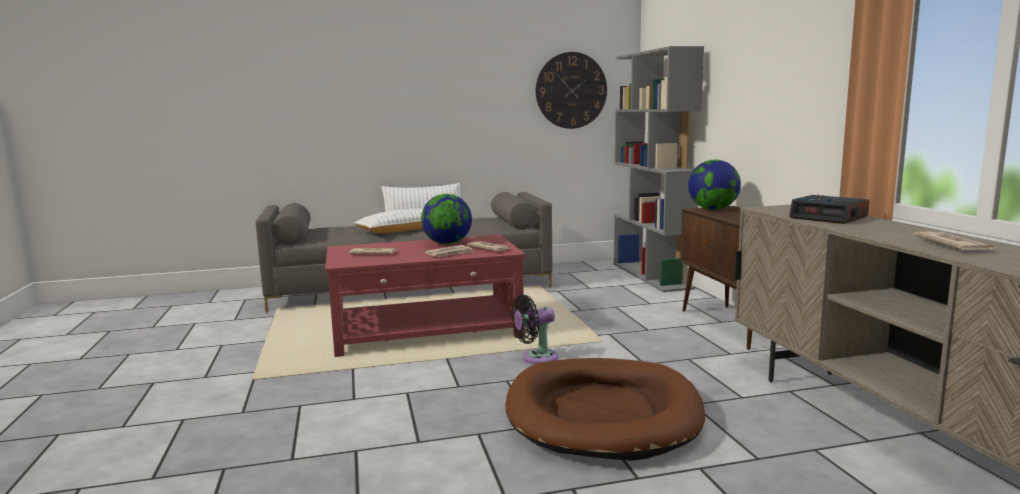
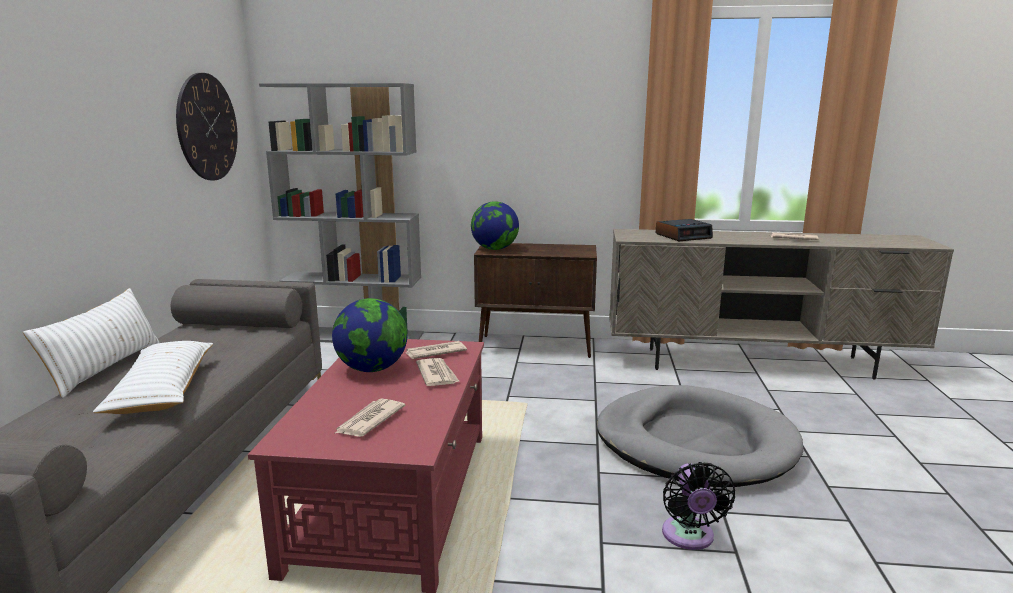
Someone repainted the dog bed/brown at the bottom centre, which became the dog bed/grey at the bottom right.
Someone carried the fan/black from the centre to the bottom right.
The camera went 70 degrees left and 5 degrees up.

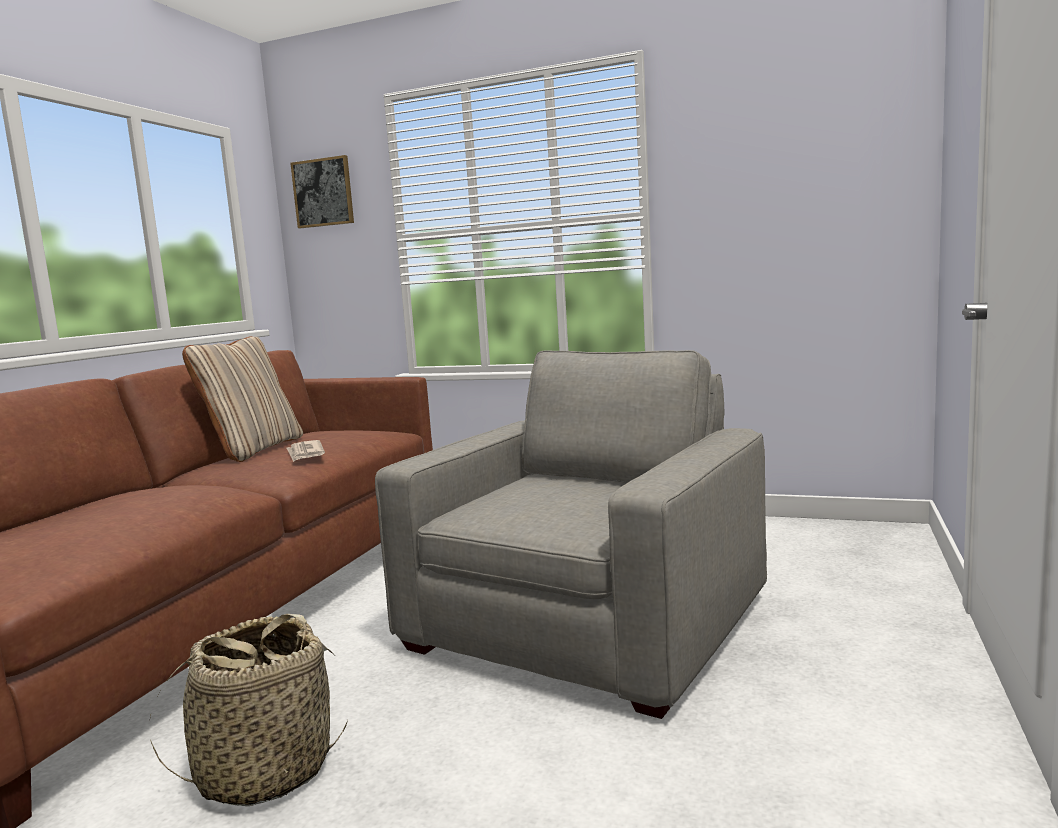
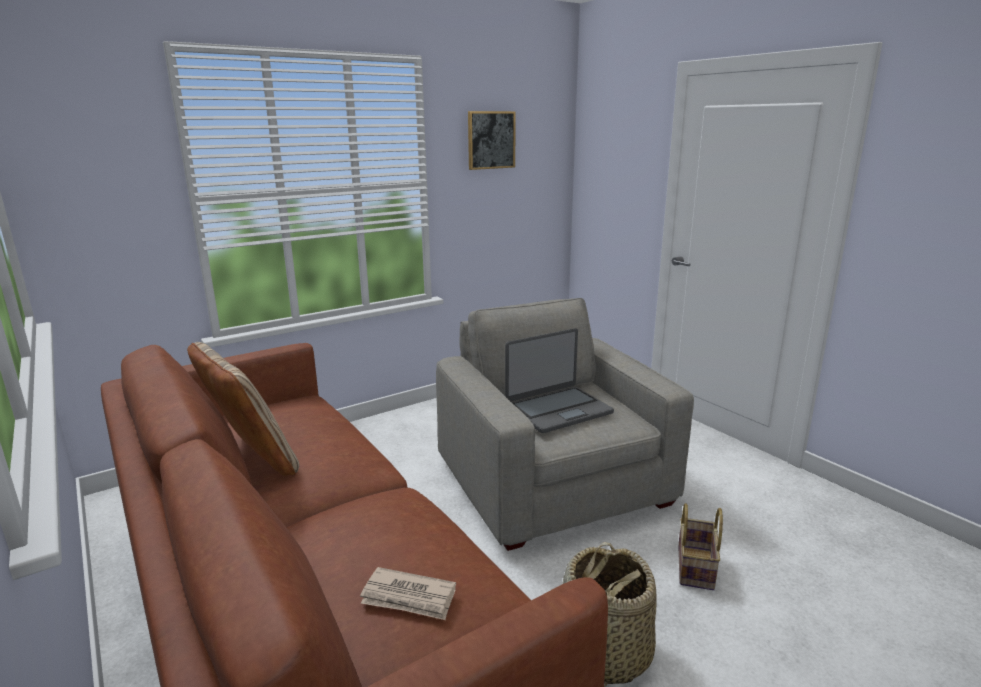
Someone carried the newspaper from the middle left to the bottom centre.
Someone carried the picture from the top left to the top centre.
Someone put down the laptop at the centre.
Someone put down the basket (no. 2 from left) at the bottom right.
The camera went 55 degrees left and 10 degrees up.

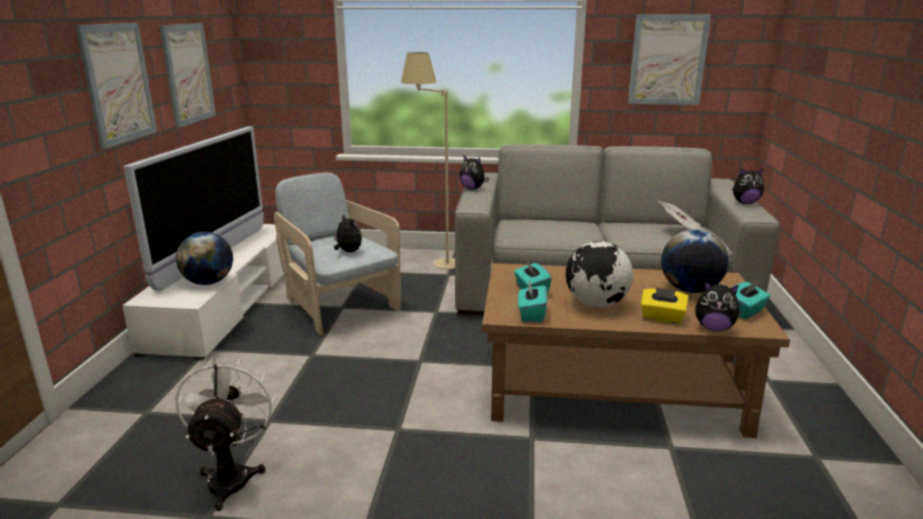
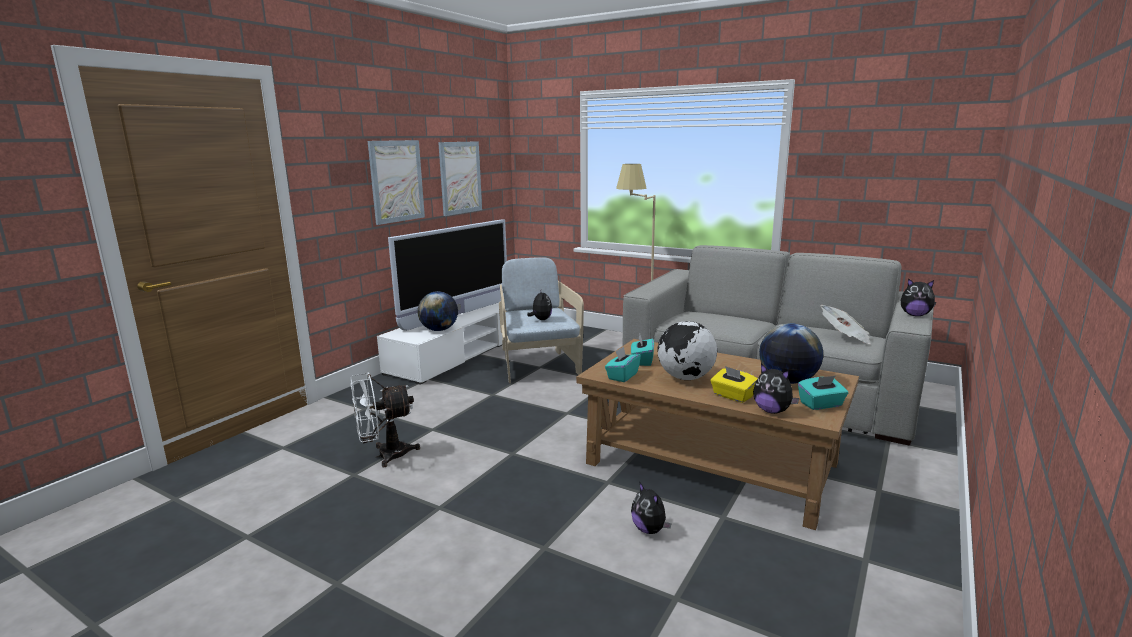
Someone rotated the fan/white at the bottom left by 135 degrees counterclockwise.
Someone carried the plush toy (no. 2 from left) from the top centre to the bottom centre.
Someone took away the picture (no. 3 from left) at the top right.
The camera went 25 degrees right and 5 degrees down.

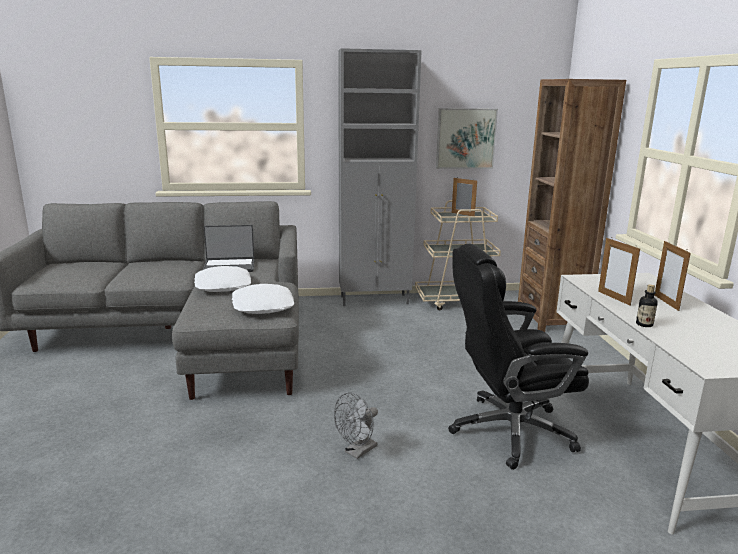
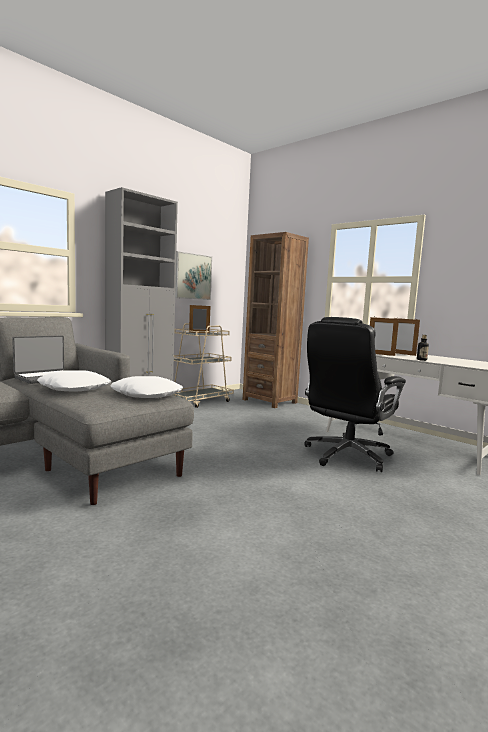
Someone took away the fan/grey at the bottom centre.
The camera went 40 degrees left and 10 degrees down.

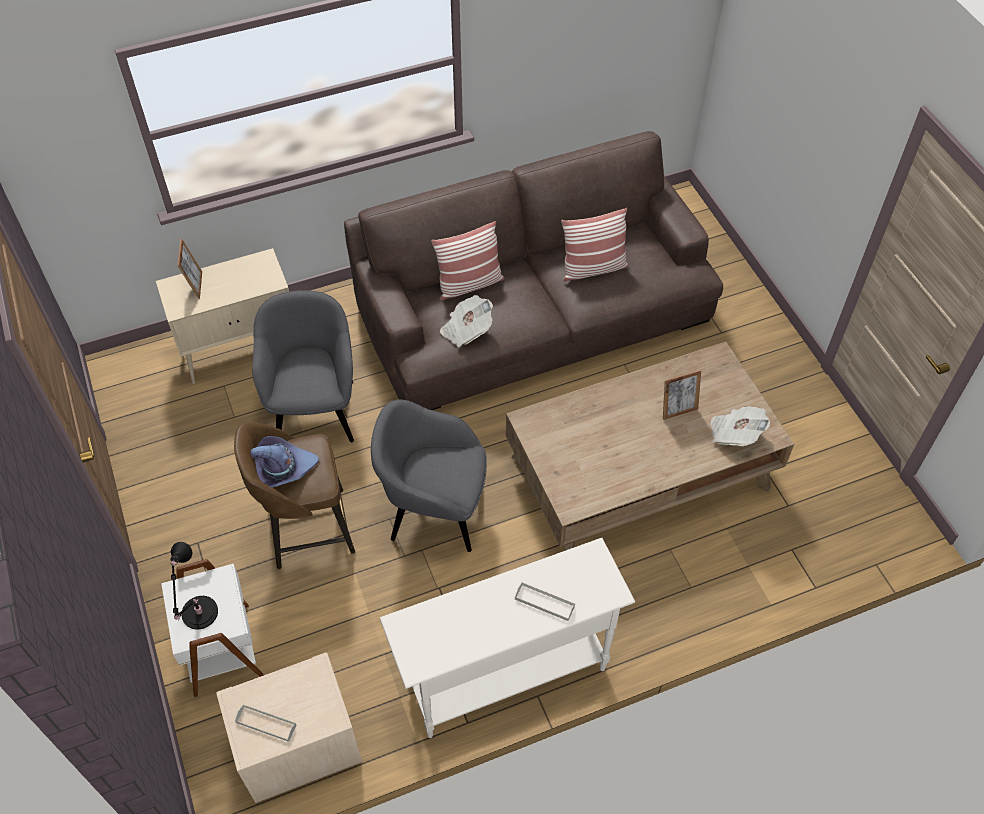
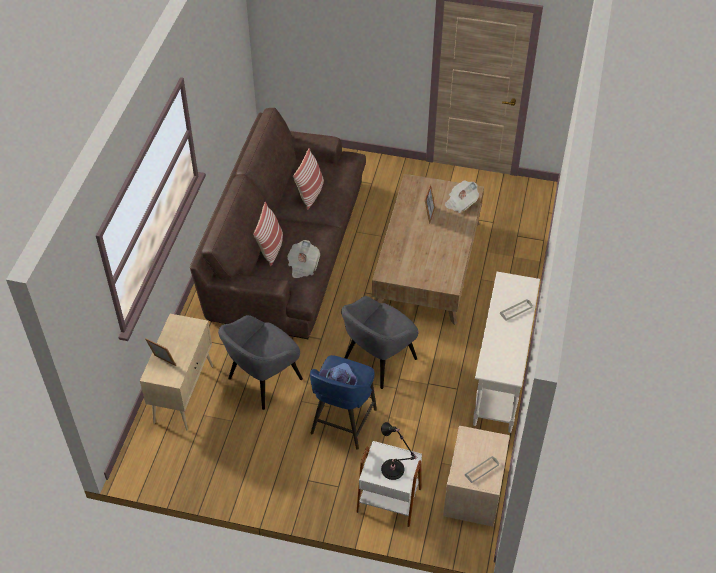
Someone repainted the stool/brown at the middle left, which became the stool/blue at the bottom centre.
Someone rotated the armchair/grey (no. 1 from left) at the middle left by 75 degrees counterclockwise.
The camera went 55 degrees left and 5 degrees down.

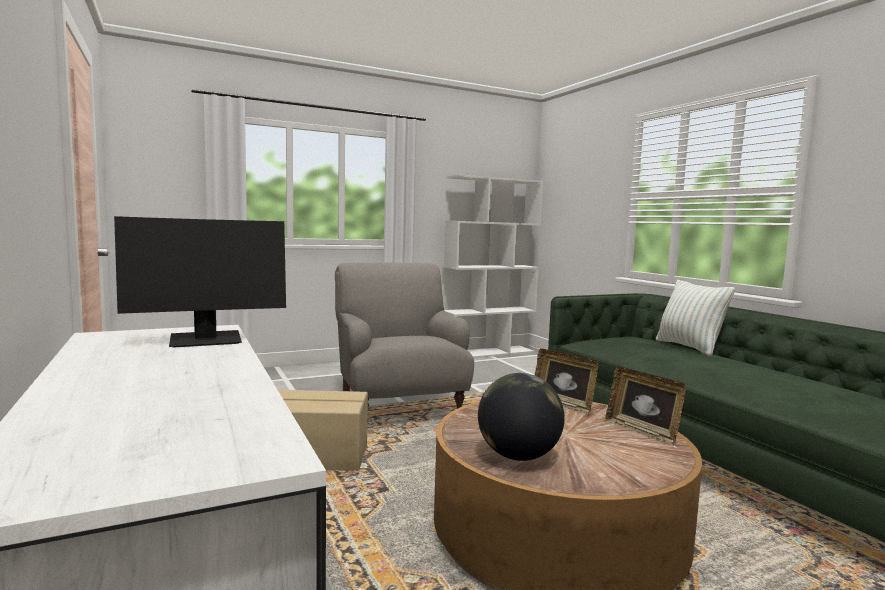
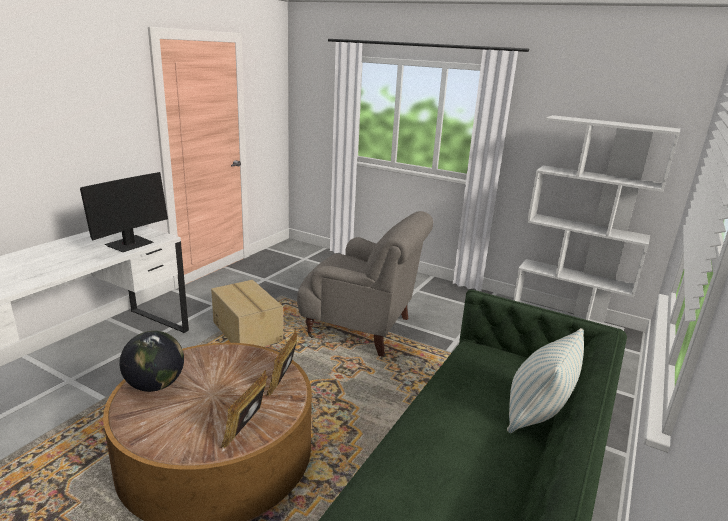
Someone rotated the monitor at the middle left by 90 degrees counterclockwise.
Someone rotated the armchair/grey at the centre by 75 degrees clockwise.
The camera went 55 degrees right and 15 degrees up.

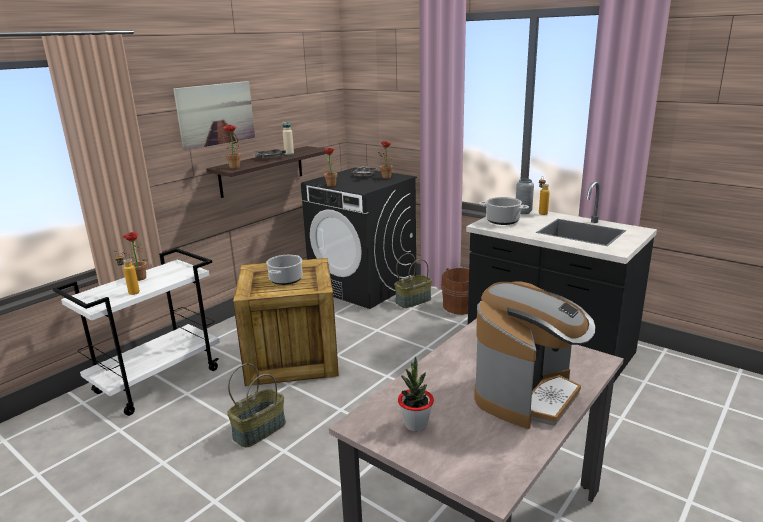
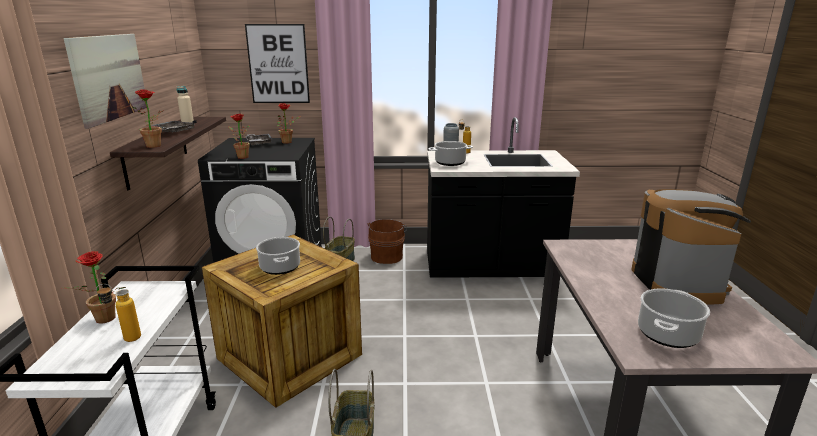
Someone swapped the potted plant (no. 5 from left) at the bottom centre for the cooking pot (no. 3 from left) at the bottom right.
Someone put up the picture (no. 2 from left) at the top centre.
The camera went 40 degrees left and 0 degrees up.

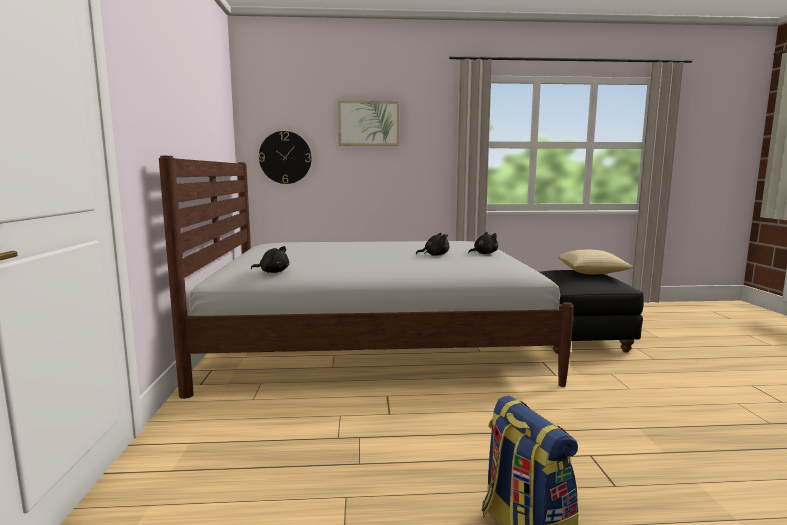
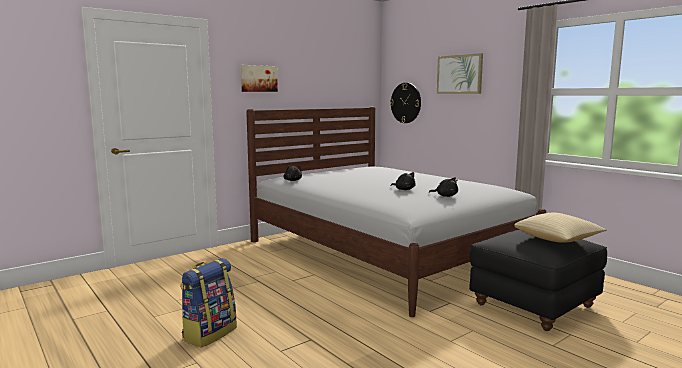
Someone put up the picture (no. 1 from left) at the top centre.
The camera went 55 degrees right and 0 degrees up.

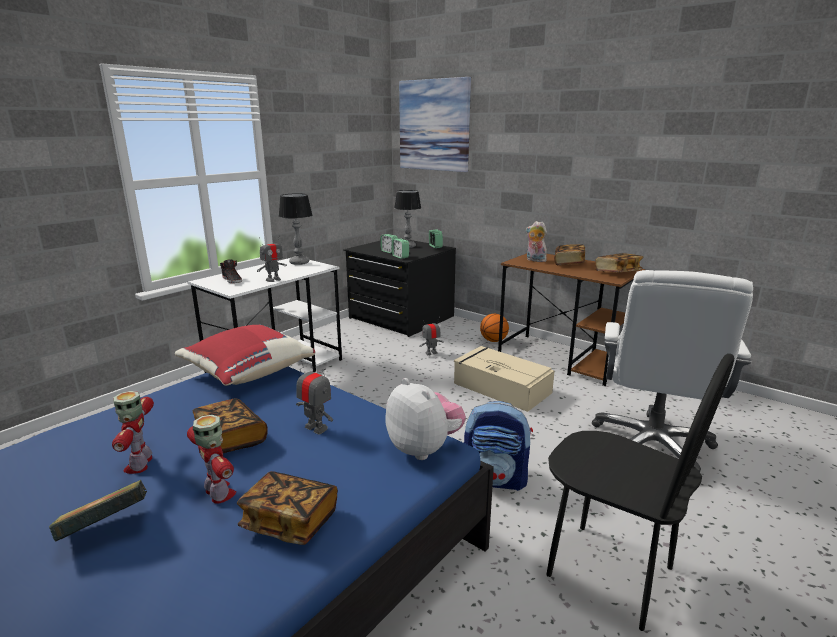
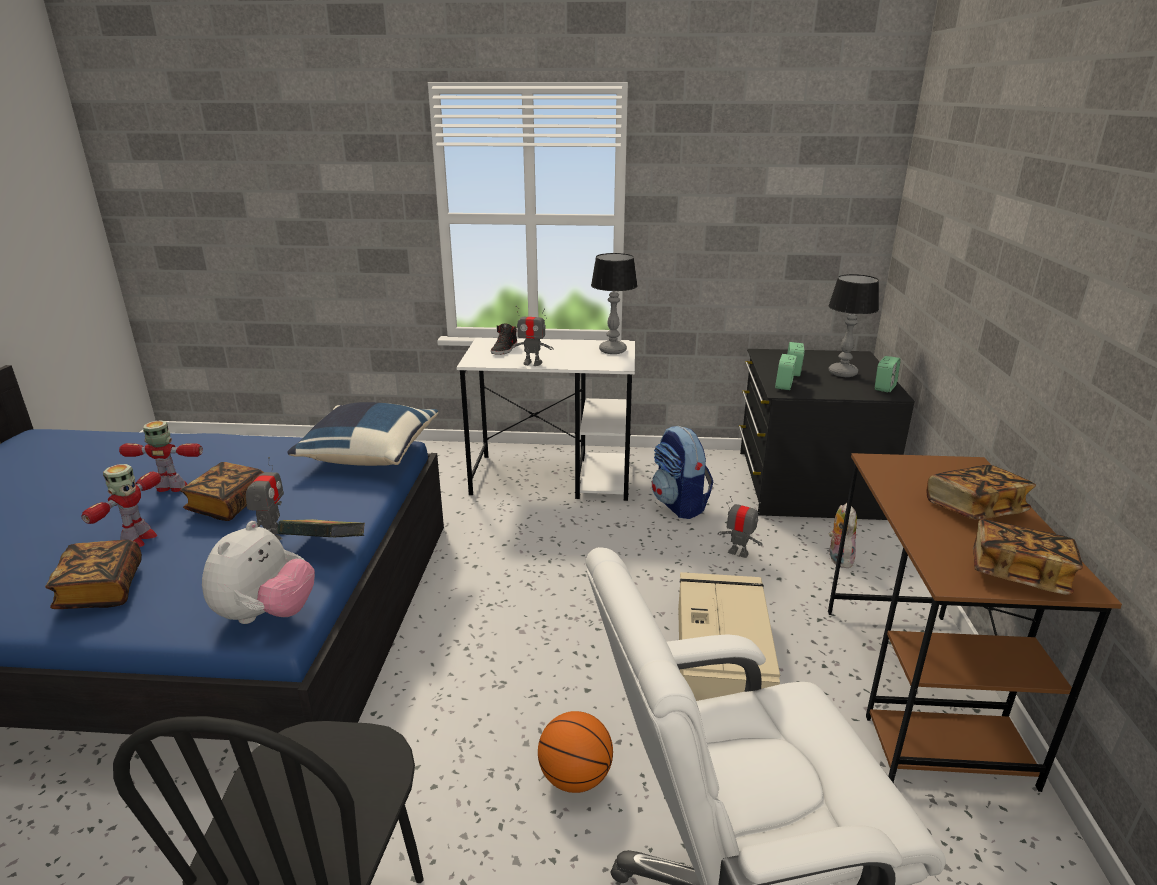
Someone carried the book (no. 1 from left in the first image) from the bottom left to the middle left.
Someone rotated the toy robot (no. 1 from left in the first image) at the bottom left by 45 degrees clockwise.
Someone repainted the pillow/red at the middle left, which became the pillow/blue at the middle left.
Someone took away the picture at the top centre.
Someone carried the backpack from the bottom centre to the centre.
Someone carried the basketball from the centre to the bottom centre.
Someone carried the plush toy (no. 2 from left) from the centre to the middle right.
The camera went 55 degrees right and 5 degrees up.

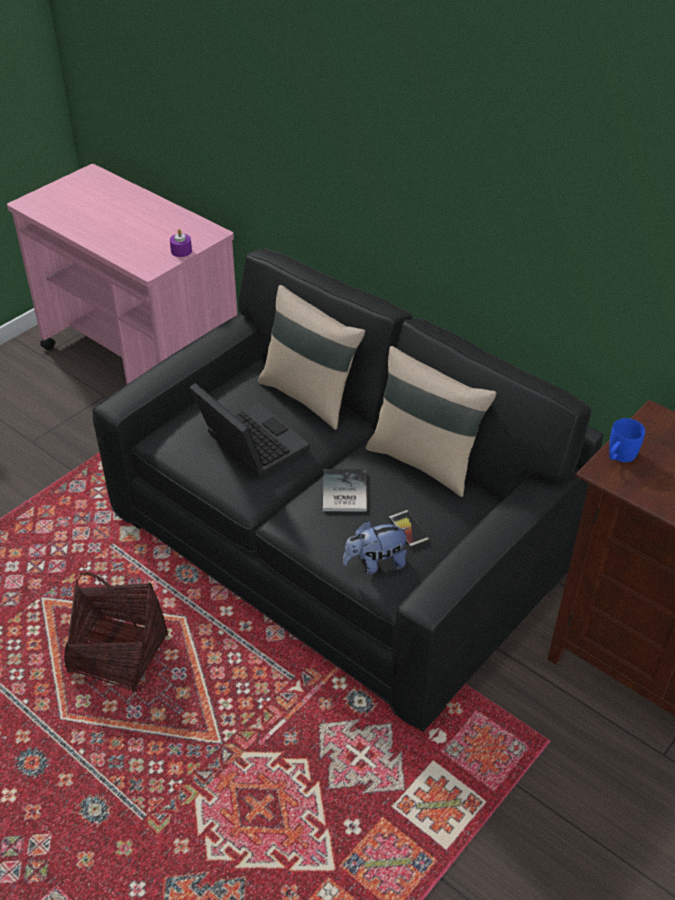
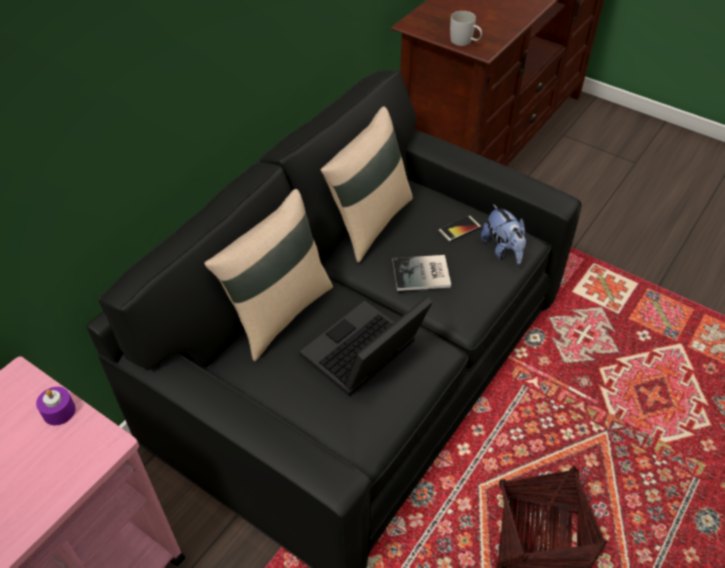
Someone repainted the mug/blue at the middle right, which became the mug/white at the top centre.
The camera went 95 degrees left and 5 degrees up.

